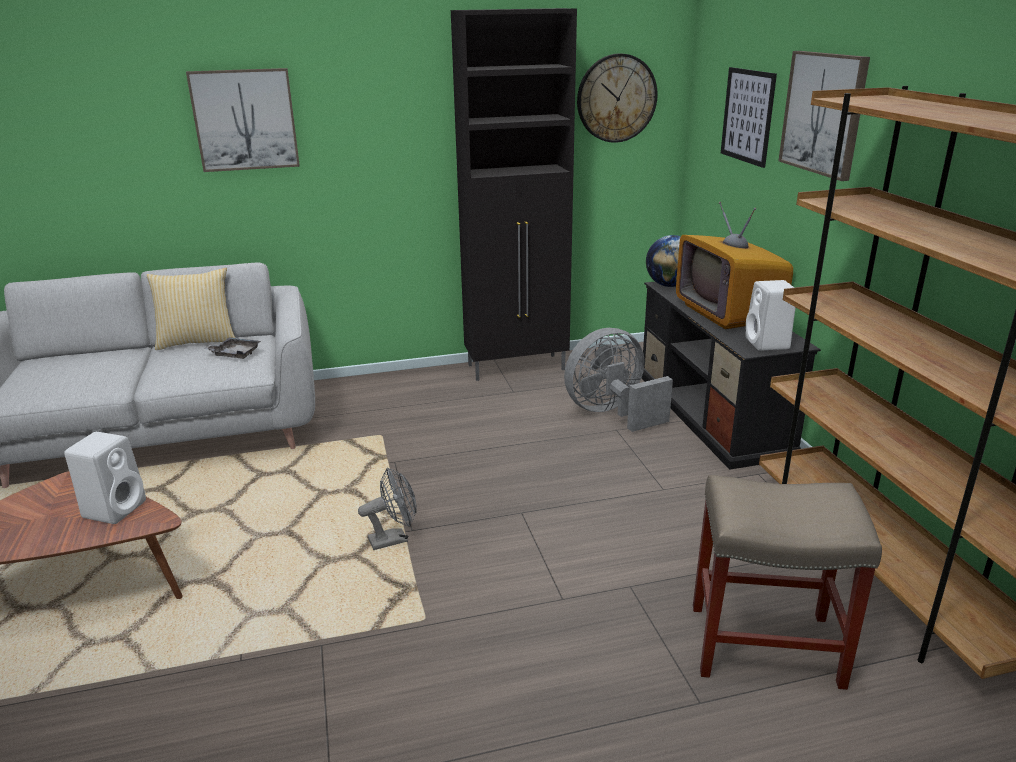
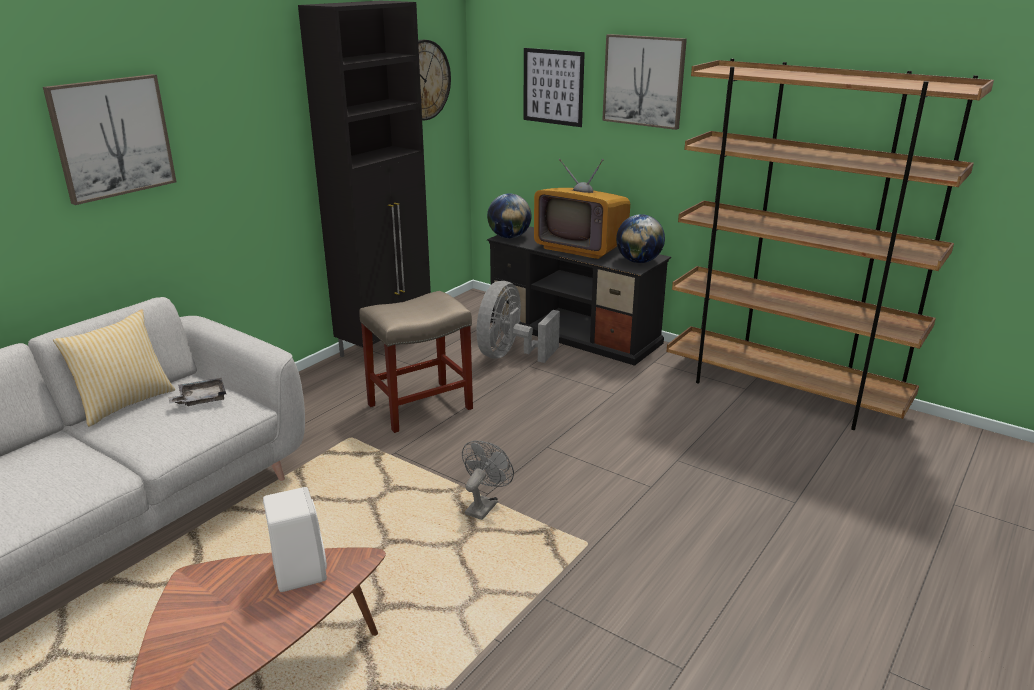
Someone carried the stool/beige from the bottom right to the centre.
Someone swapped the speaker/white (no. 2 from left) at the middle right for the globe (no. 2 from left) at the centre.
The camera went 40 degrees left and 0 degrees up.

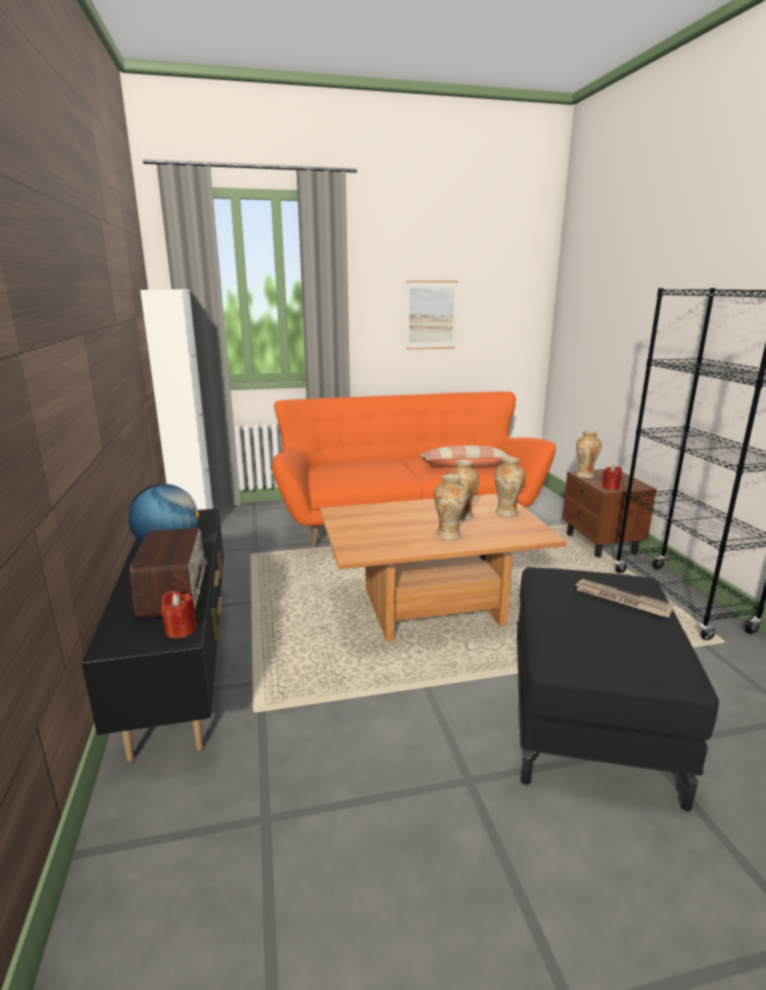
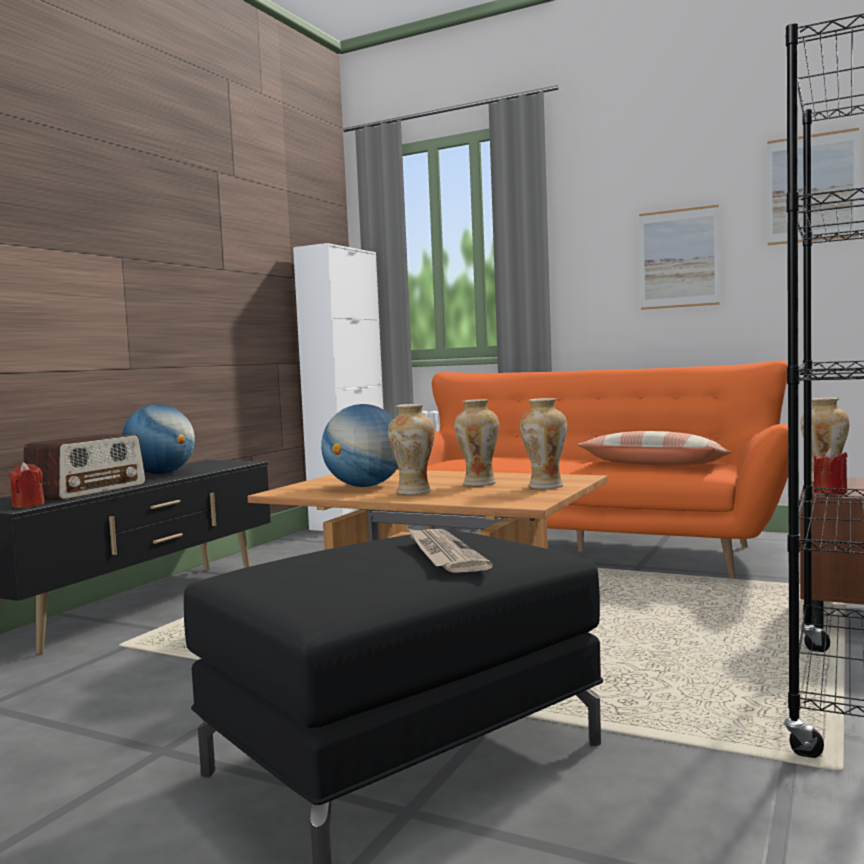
Someone put down the globe (no. 2 from left) at the centre.
Someone put up the picture (no. 2 from left) at the top right.
The camera went 40 degrees right and 15 degrees down.

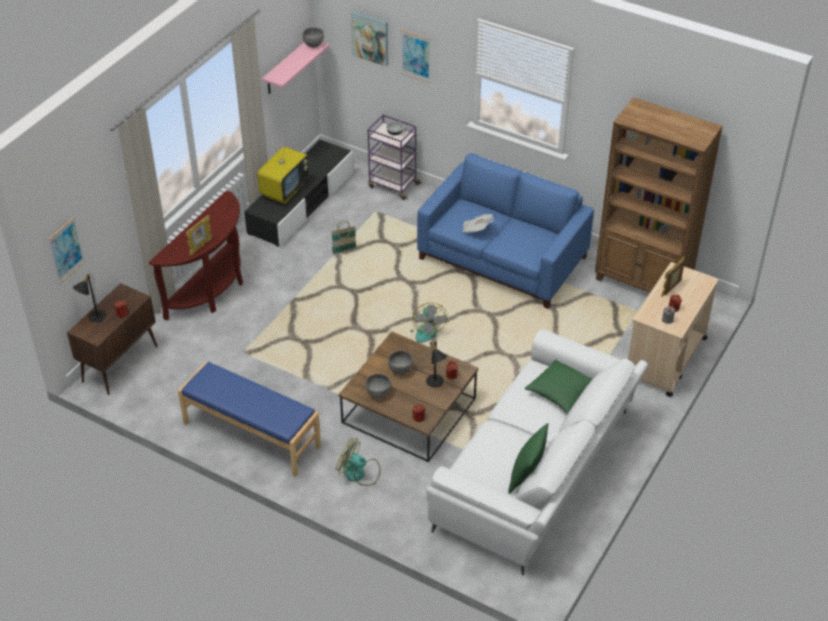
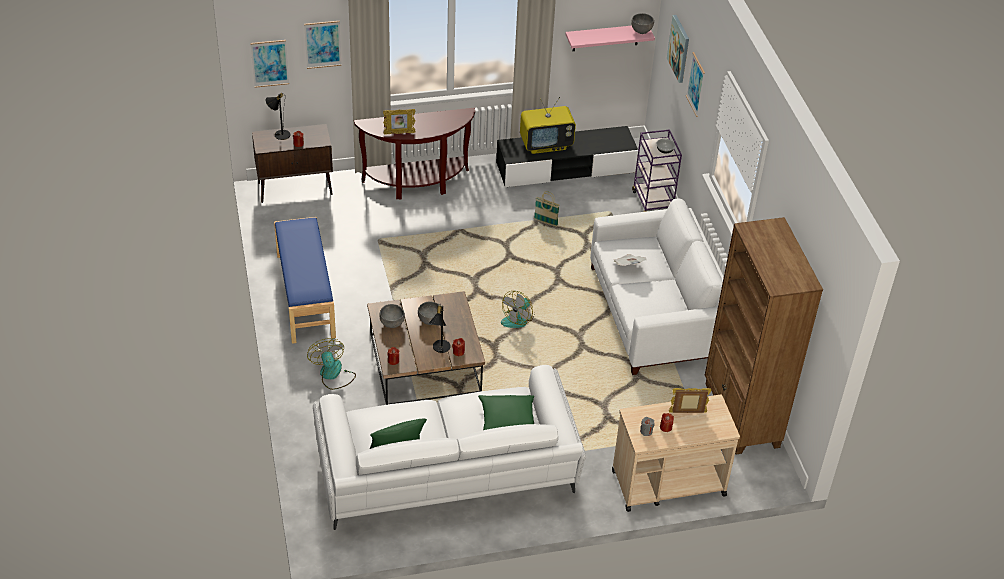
Someone repainted the sofa/blue at the centre, which became the sofa/white (no. 2 from left) at the centre.
Someone put up the picture (no. 2 from left) at the top left.
The camera went 45 degrees right and 0 degrees up.

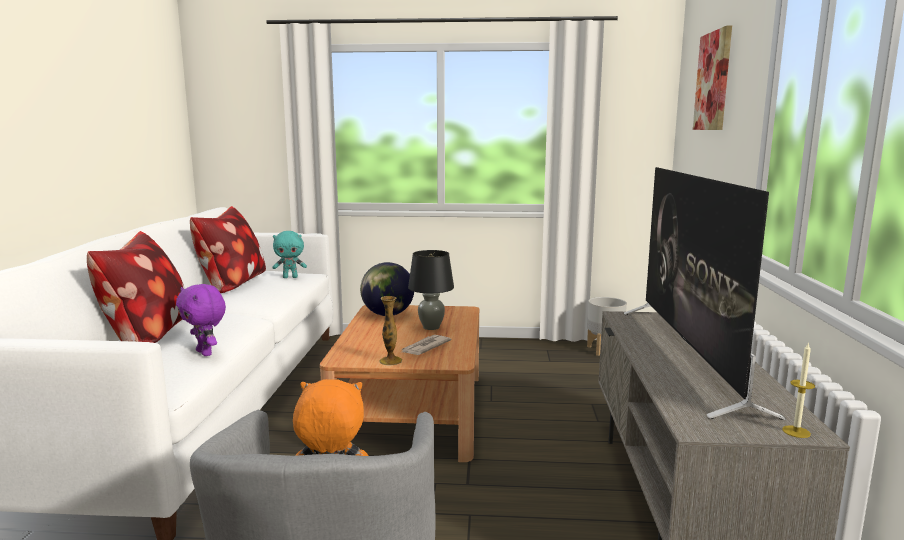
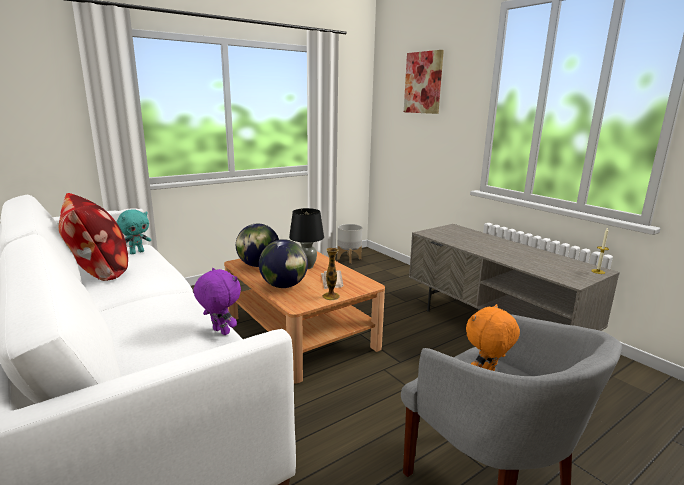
Someone took away the pillow (no. 1 from left) at the middle left.
Someone rotated the plush toy/purple at the middle left by 150 degrees counterclockwise.
Someone took away the television at the middle right.
Someone put down the globe (no. 2 from left) at the centre.
The camera went 40 degrees left and 5 degrees up.

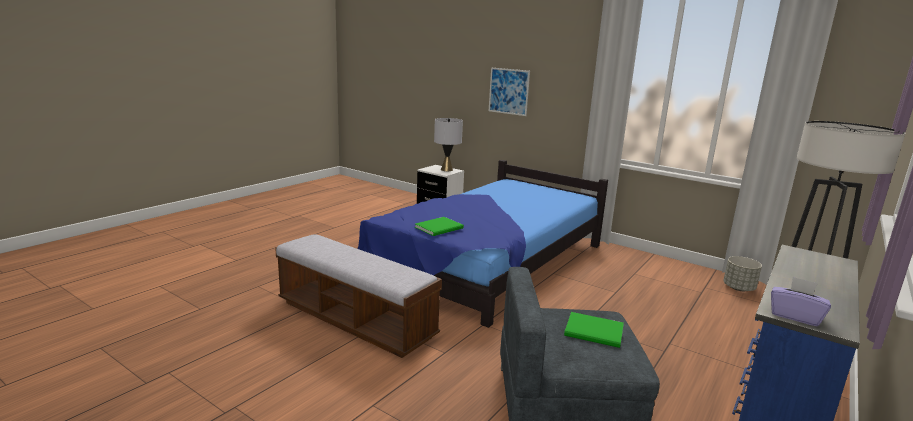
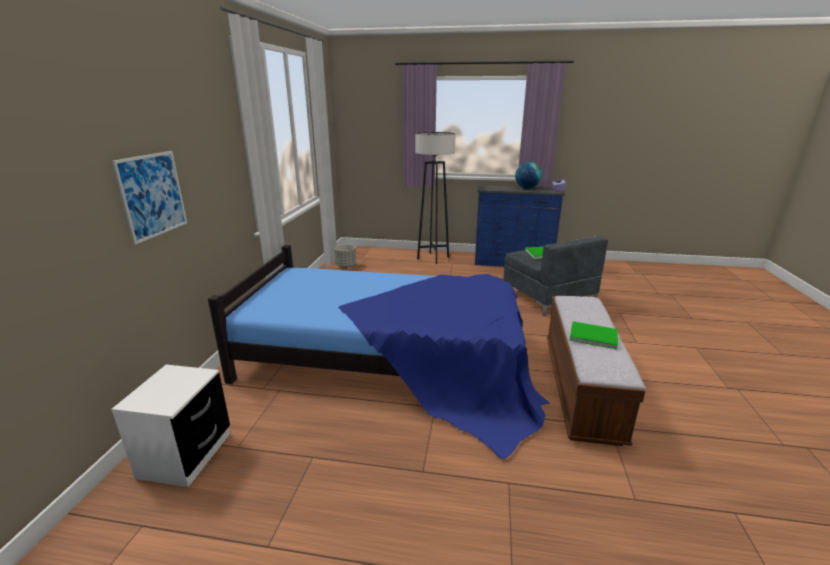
Someone carried the book/green (no. 1 from left in the first image) from the centre to the middle right.
Someone took away the table lamp/grey at the centre.
Someone put down the globe at the top centre.
The camera went 115 degrees left and 5 degrees up.

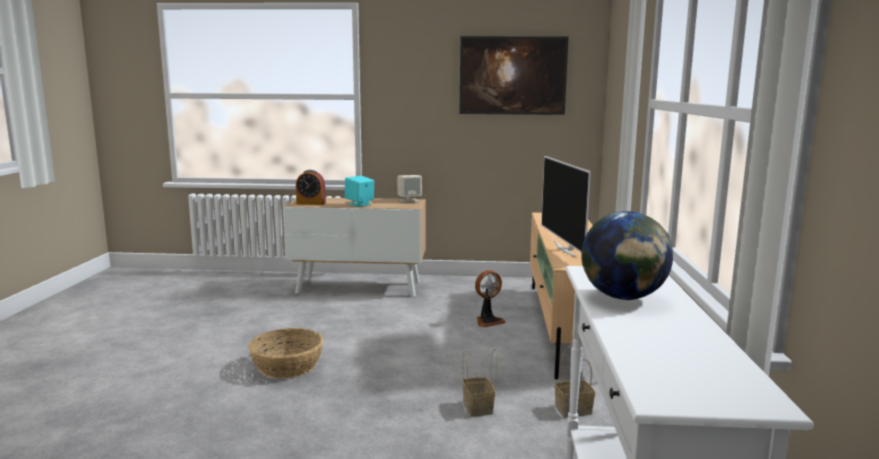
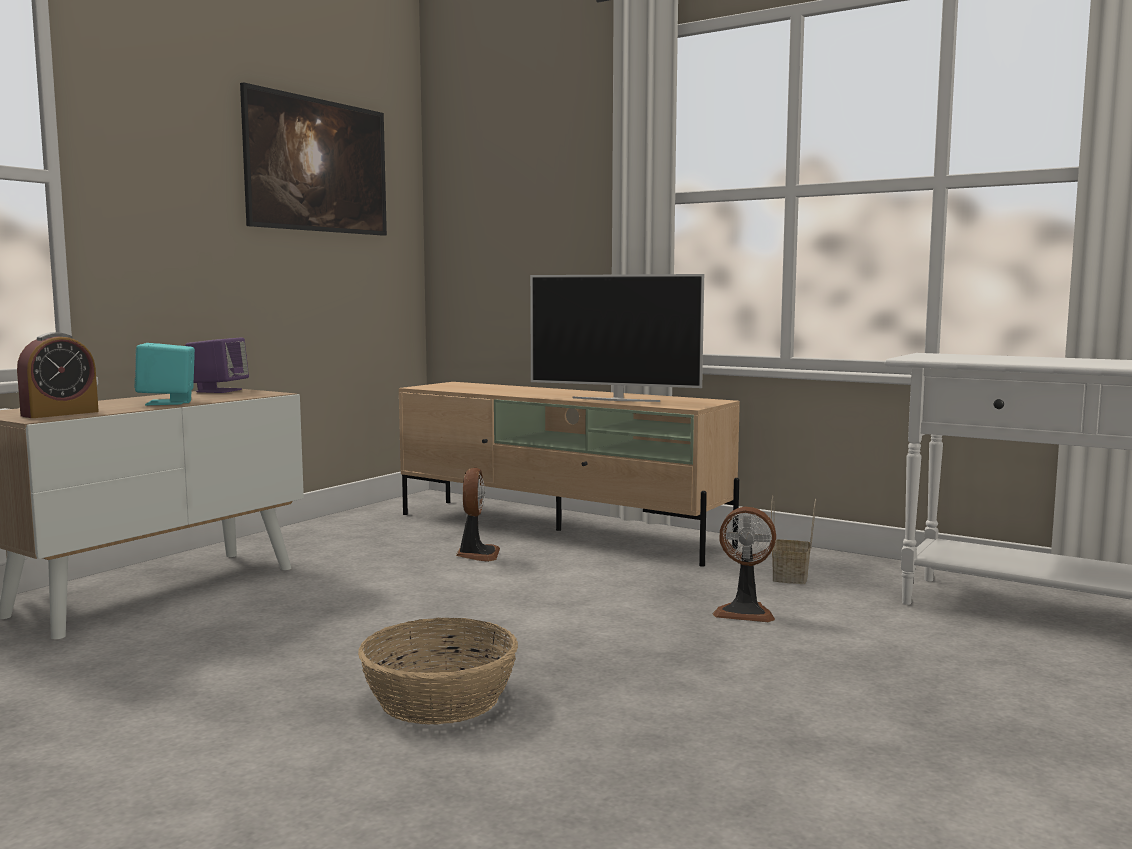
Someone repainted the speaker/beige at the centre, which became the speaker/purple at the middle left.
Someone swapped the basket (no. 2 from left) at the bottom centre for the fan (no. 2 from left) at the centre.
Someone took away the globe at the middle right.
The camera went 60 degrees left and 5 degrees down.

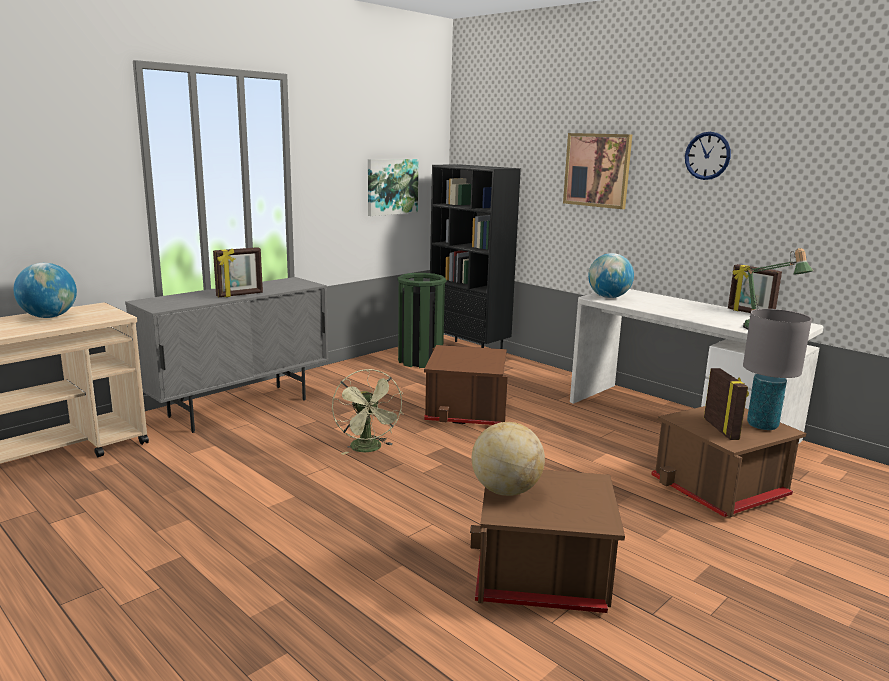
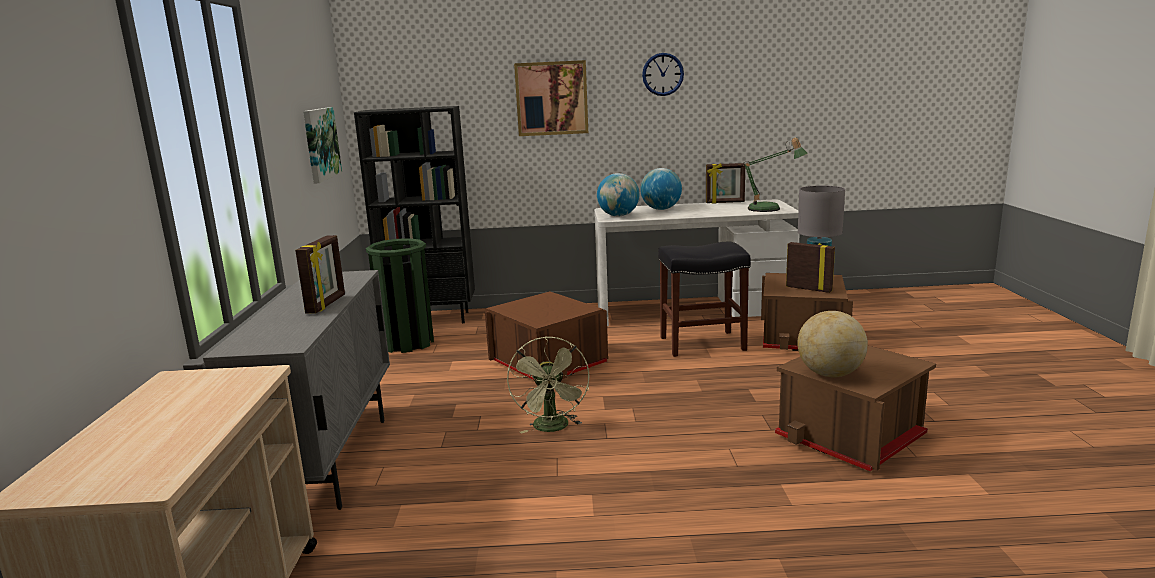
Someone carried the globe (no. 1 from left in the first image) from the middle left to the top centre.
Someone rotated the fan/green at the centre by 60 degrees clockwise.
Someone put down the stool/black at the centre.
The camera went 45 degrees left and 0 degrees up.

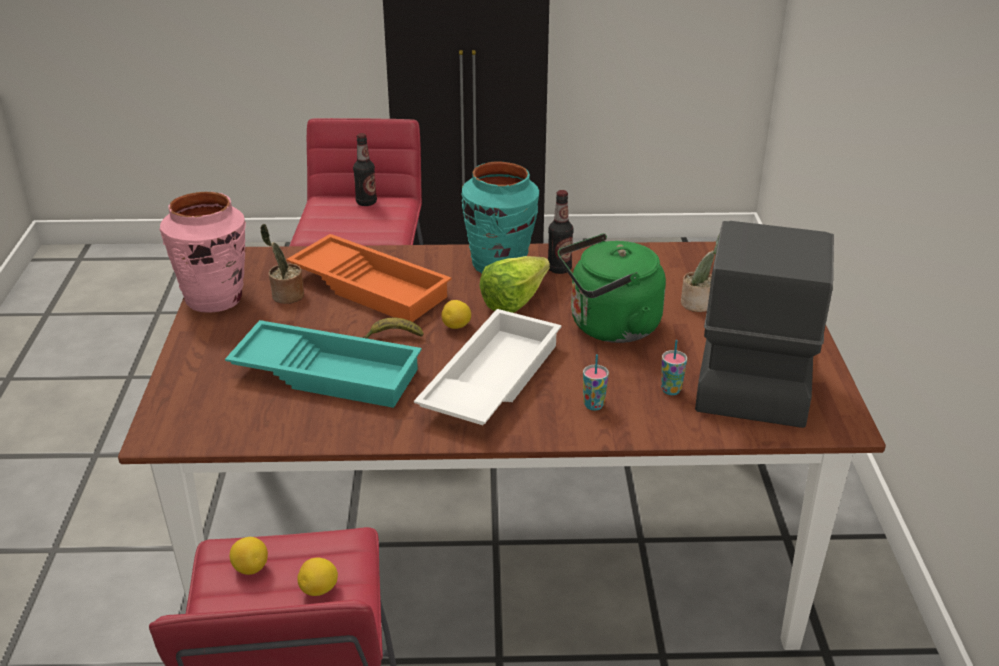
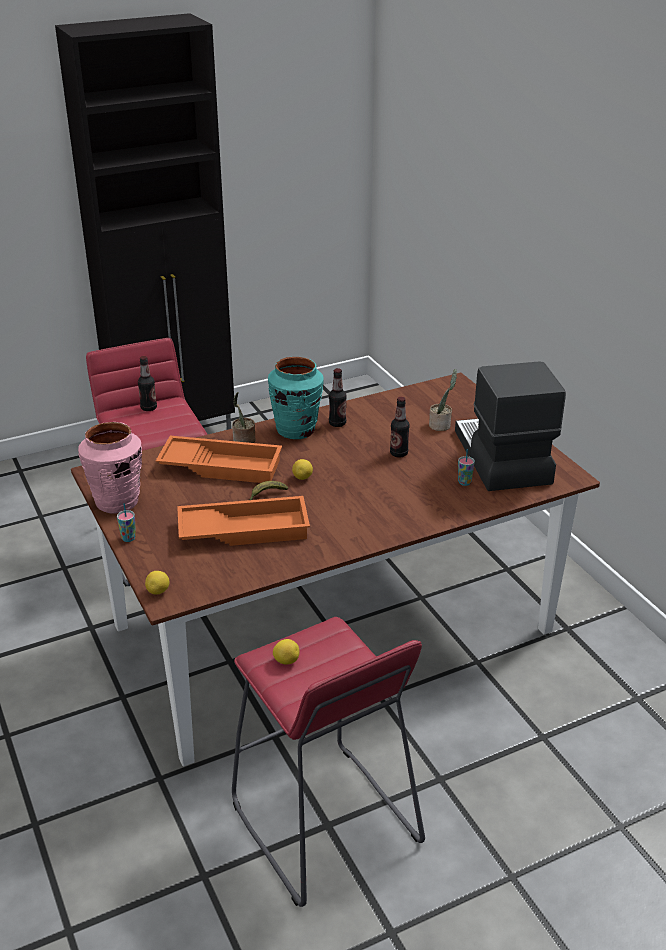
Someone repainted the tray/turquoise at the middle left, which became the tray/orange (no. 2 from left) at the centre.
Someone carried the potted plant (no. 1 from left) from the middle left to the centre.
Someone carried the lemon (no. 2 from left in the first image) from the bottom left to the middle left.
Someone took away the tray/white at the centre.
Someone took away the lettuce at the centre.
Someone swapped the kettle/green at the centre for the bottle (no. 3 from left) at the centre.
Someone carried the cup (no. 1 from left) from the centre to the middle left.
The camera went 25 degrees left and 0 degrees up.

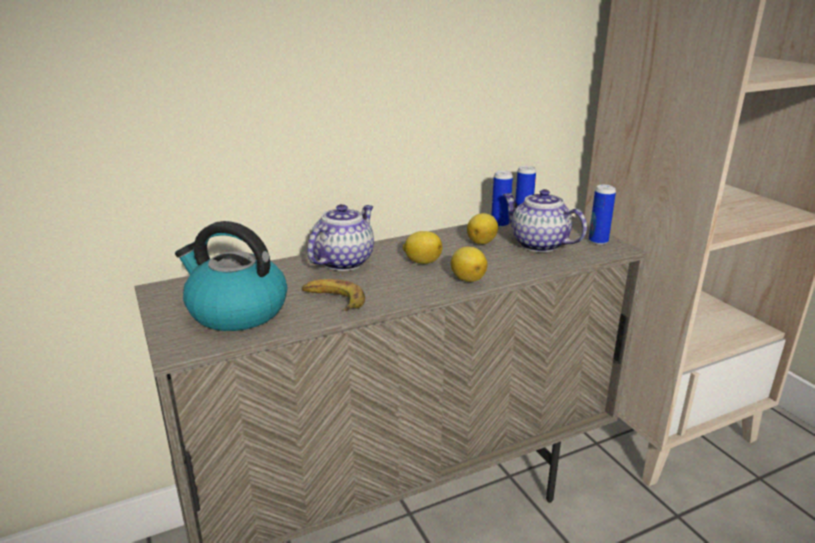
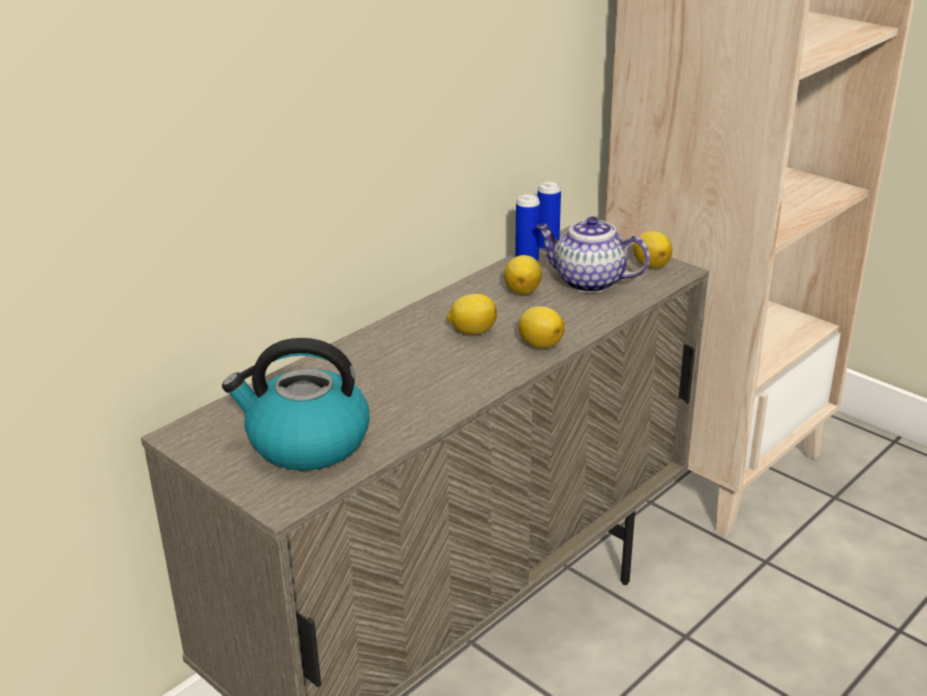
Someone took away the banana at the centre.
Someone took away the teapot (no. 1 from left) at the centre.
Someone swapped the can (no. 3 from left) at the middle right for the lemon (no. 4 from left) at the middle right.
The camera went 20 degrees left and 5 degrees up.

